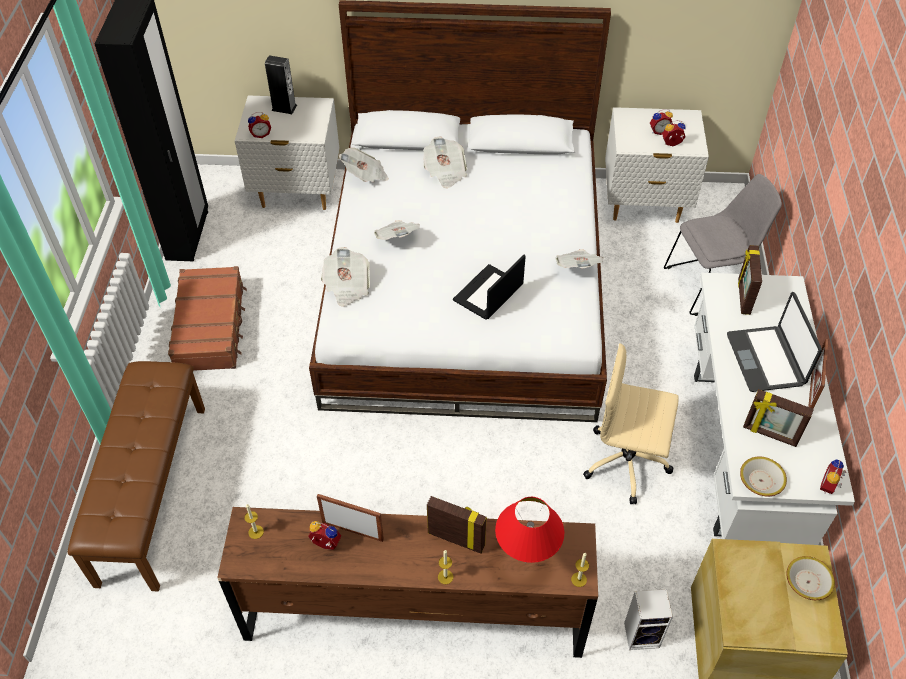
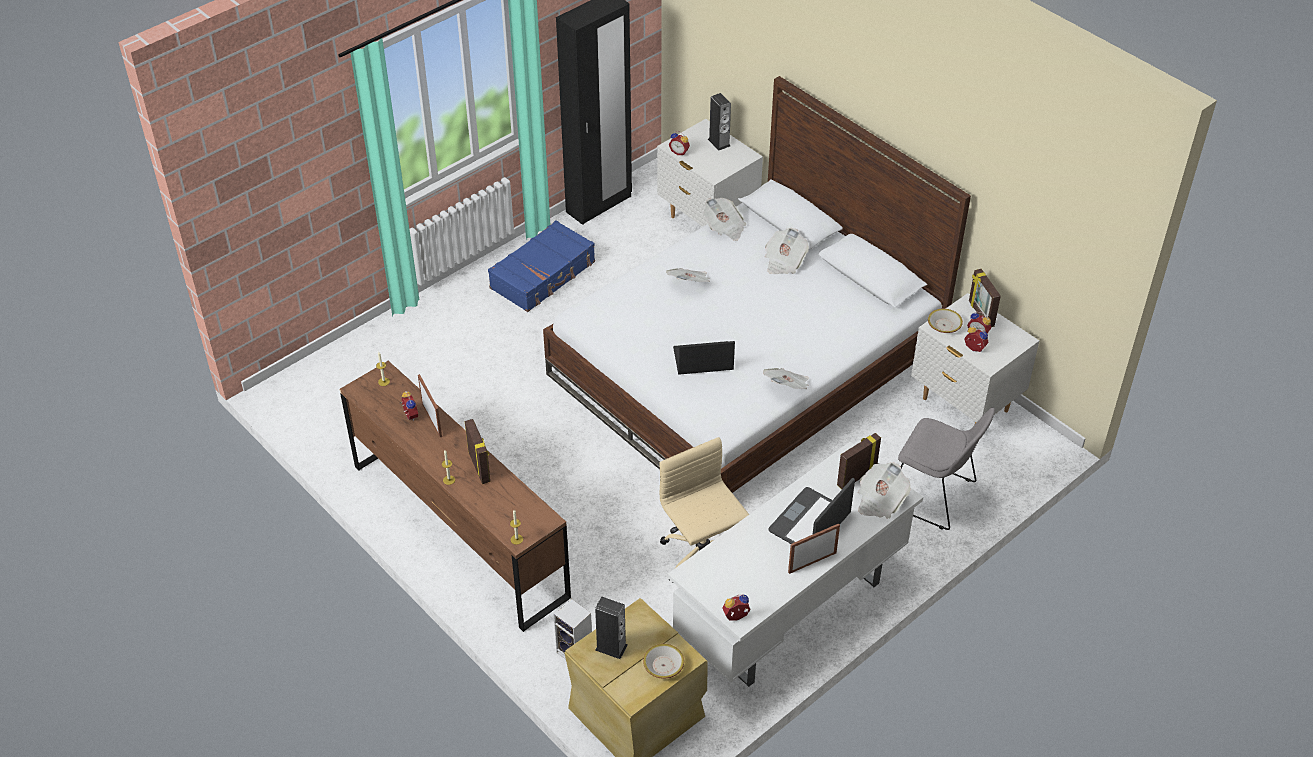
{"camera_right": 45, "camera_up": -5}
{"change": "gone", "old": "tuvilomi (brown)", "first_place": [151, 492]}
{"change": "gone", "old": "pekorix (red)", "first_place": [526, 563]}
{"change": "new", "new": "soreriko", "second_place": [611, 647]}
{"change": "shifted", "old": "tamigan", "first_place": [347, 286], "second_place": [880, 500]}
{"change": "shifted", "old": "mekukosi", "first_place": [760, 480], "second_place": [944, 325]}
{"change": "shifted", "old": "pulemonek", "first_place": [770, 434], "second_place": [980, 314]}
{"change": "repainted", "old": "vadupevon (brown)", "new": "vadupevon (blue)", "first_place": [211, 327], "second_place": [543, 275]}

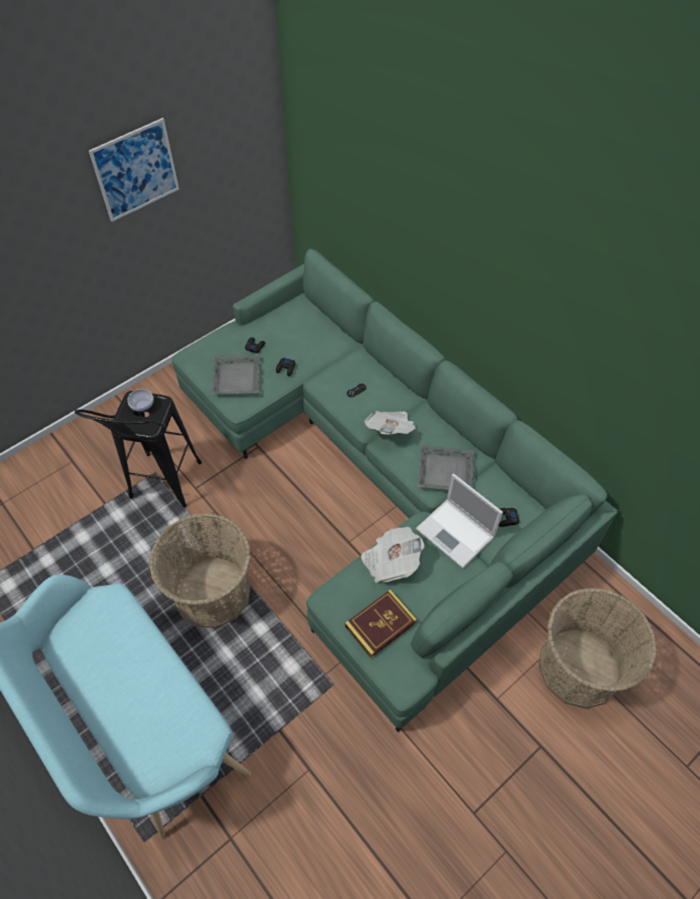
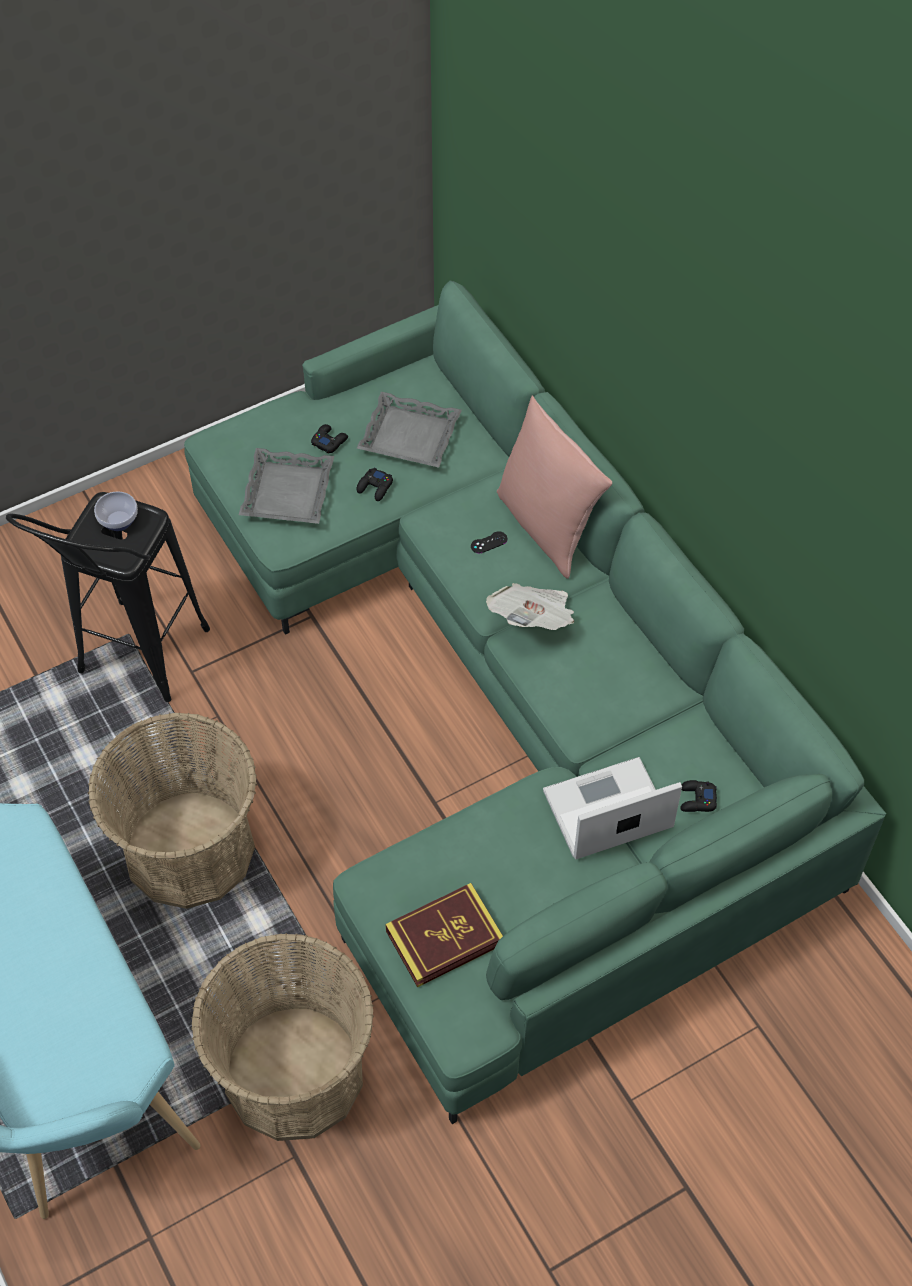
{"camera_right": 10, "camera_up": 0}
{"change": "gone", "old": "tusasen", "first_place": [136, 170]}
{"change": "gone", "old": "tamigan", "first_place": [390, 561]}
{"change": "new", "new": "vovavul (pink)", "second_place": [547, 527]}
{"change": "shifted", "old": "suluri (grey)", "first_place": [445, 472], "second_place": [409, 437]}
{"change": "shifted", "old": "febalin", "first_place": [579, 667], "second_place": [294, 1073]}
{"change": "rotated", "old": "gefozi", "first_place": [456, 533], "second_place": [605, 811], "degrees": 105}

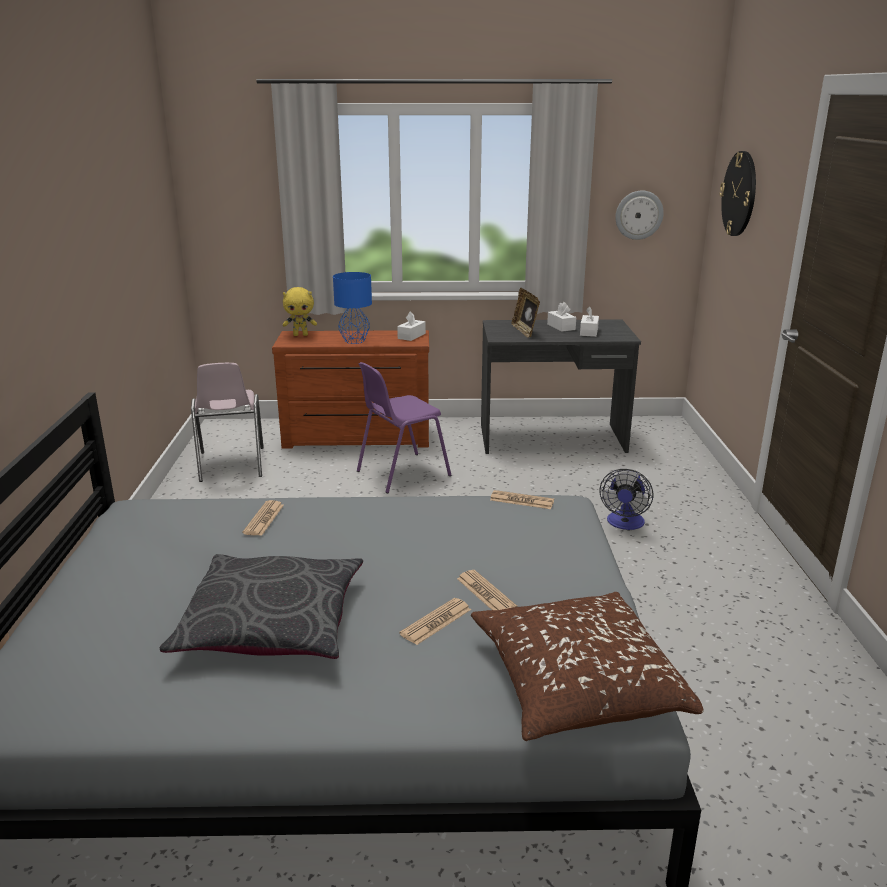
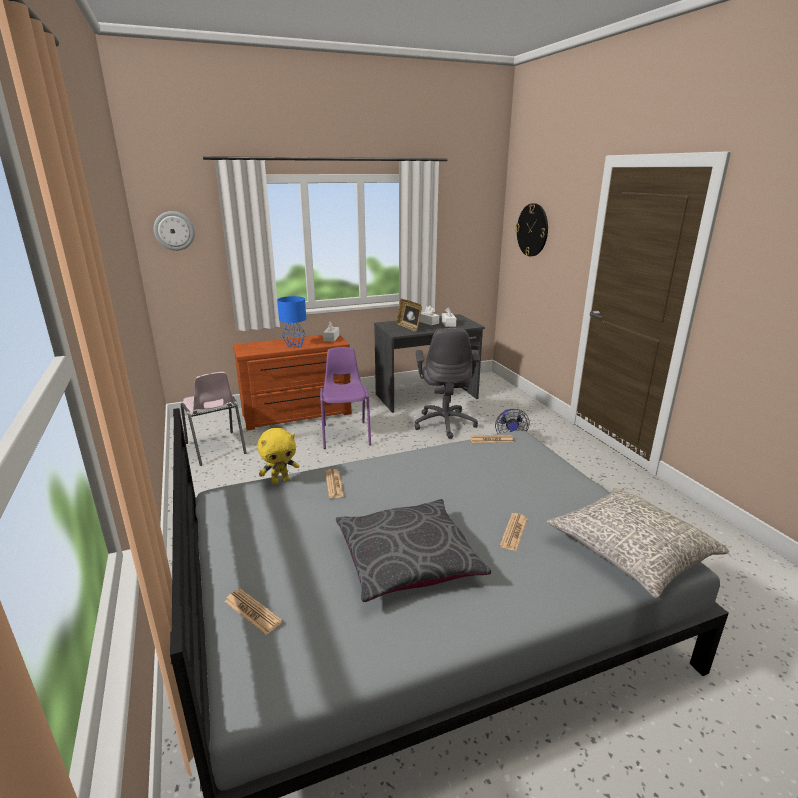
{"camera_right": -20, "camera_up": 0}
{"change": "new", "new": "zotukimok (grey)", "second_place": [445, 423]}
{"change": "shifted", "old": "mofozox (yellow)", "first_place": [301, 335], "second_place": [280, 481]}
{"change": "shifted", "old": "tamigan", "first_place": [486, 593], "second_place": [252, 612]}
{"change": "shifted", "old": "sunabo", "first_place": [639, 215], "second_place": [174, 231]}
{"change": "repainted", "old": "vovavul (brown)", "new": "vovavul (grey)", "first_place": [575, 683], "second_place": [629, 552]}
{"change": "rotated", "old": "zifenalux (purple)", "first_place": [401, 473], "second_place": [346, 434], "degrees": 135}

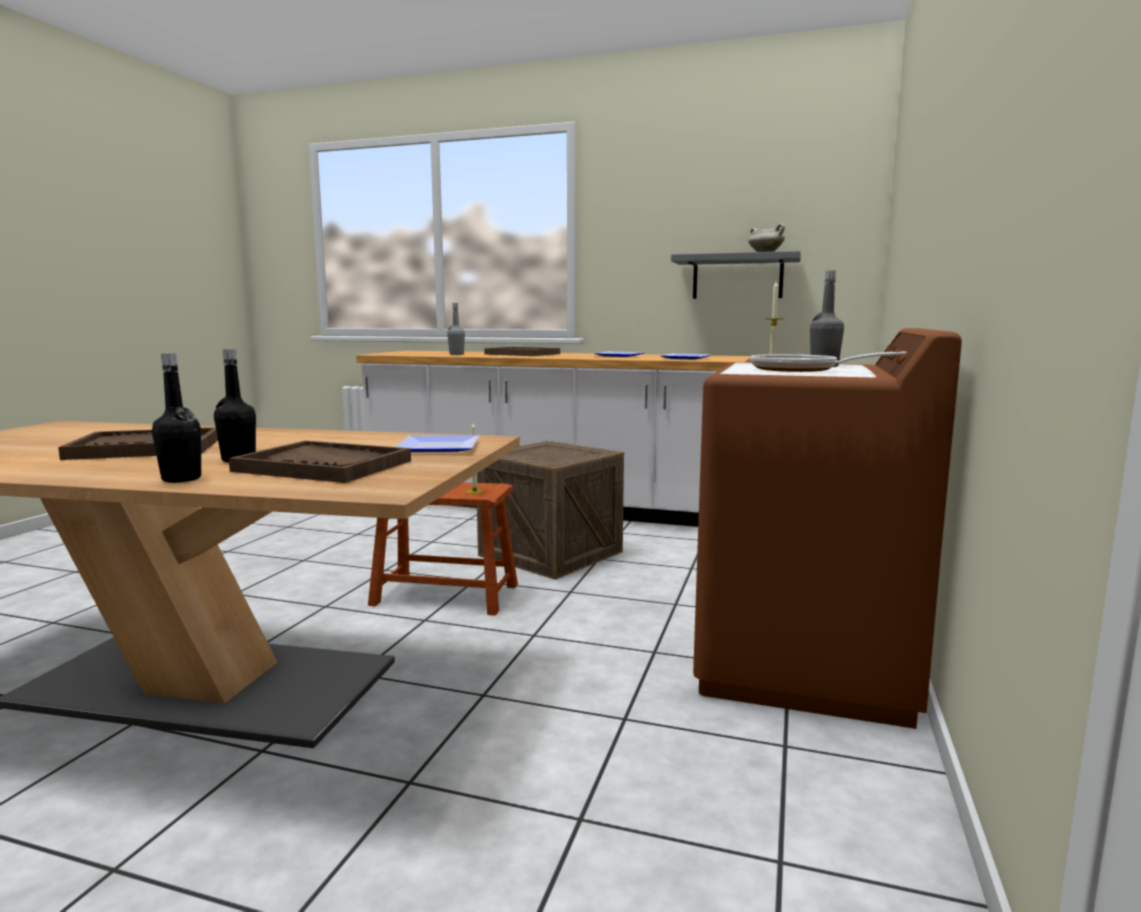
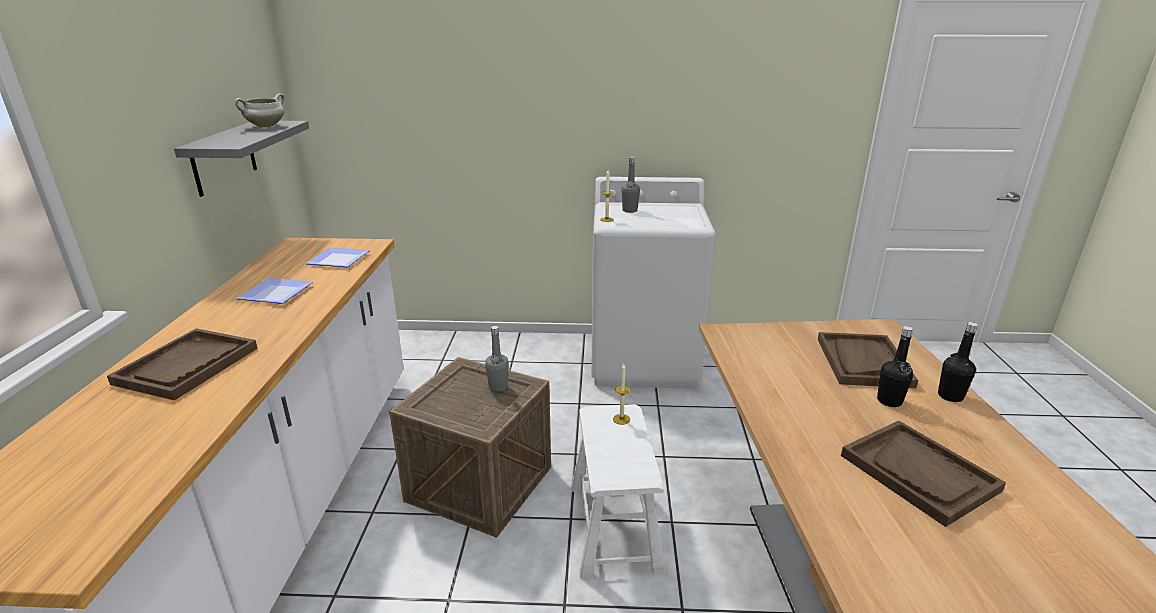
{"camera_right": -105, "camera_up": 15}
{"change": "gone", "old": "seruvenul", "first_place": [441, 448]}
{"change": "gone", "old": "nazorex", "first_place": [801, 370]}
{"change": "shifted", "old": "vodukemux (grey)", "first_place": [456, 354], "second_place": [498, 386]}
{"change": "repainted", "old": "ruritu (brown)", "new": "ruritu (white)", "first_place": [445, 594], "second_place": [614, 527]}
{"change": "repainted", "old": "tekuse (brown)", "new": "tekuse (white)", "first_place": [804, 665], "second_place": [644, 360]}

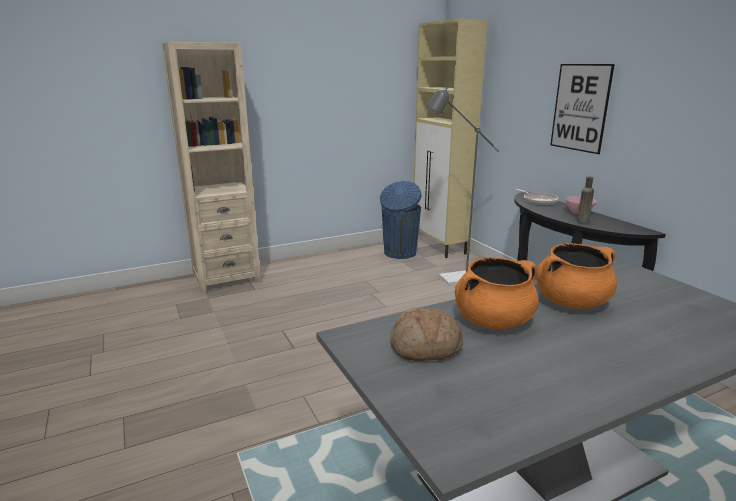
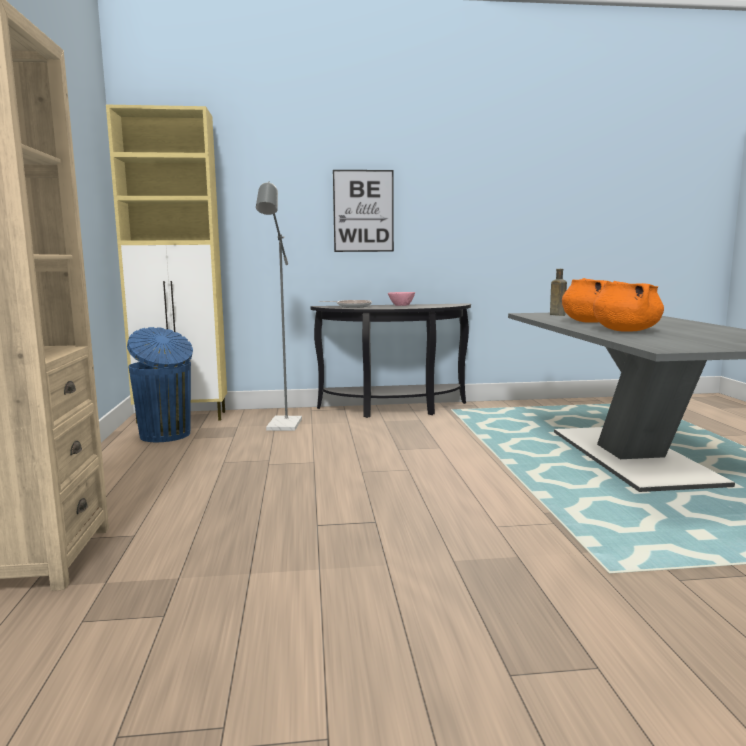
{"camera_right": -70, "camera_up": -10}
{"change": "gone", "old": "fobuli", "first_place": [425, 347]}
{"change": "shifted", "old": "vodukemux (brown)", "first_place": [583, 221], "second_place": [556, 314]}

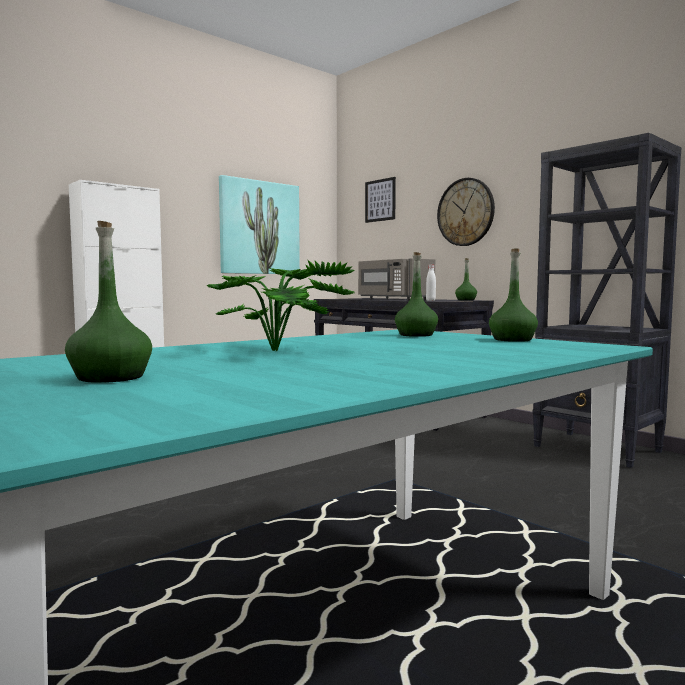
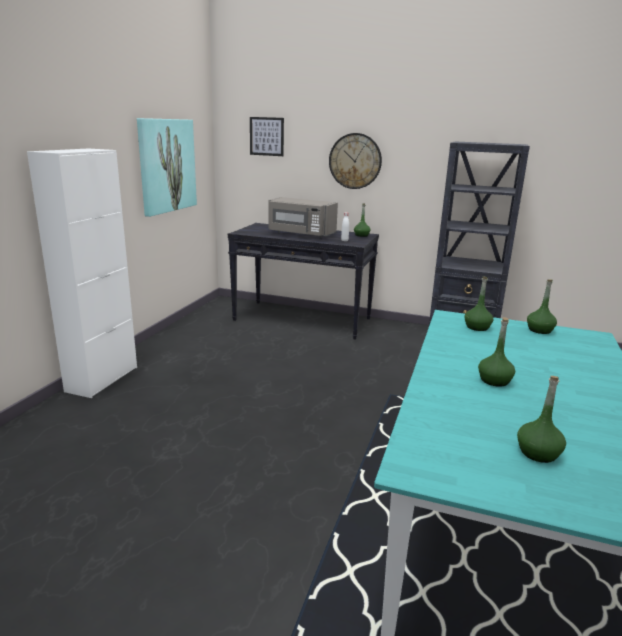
{"camera_right": -30, "camera_up": 15}
{"change": "swapped", "old": "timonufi", "new": "vodukemux (green)", "first_place": [284, 351], "second_place": [494, 380]}

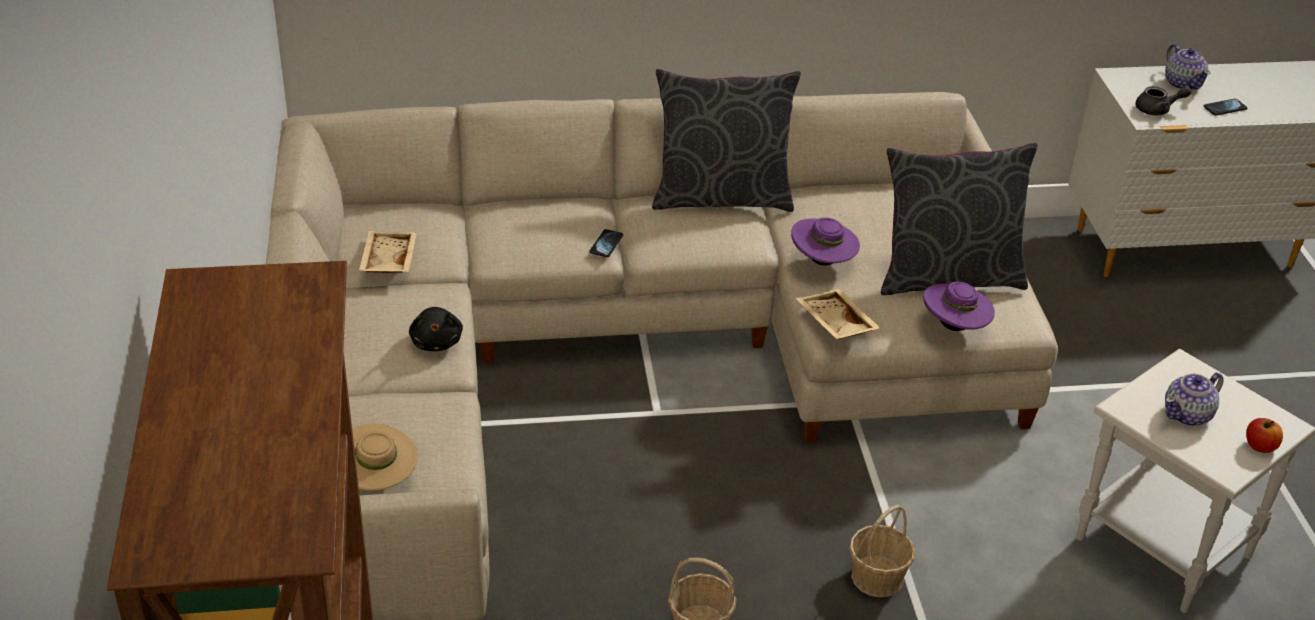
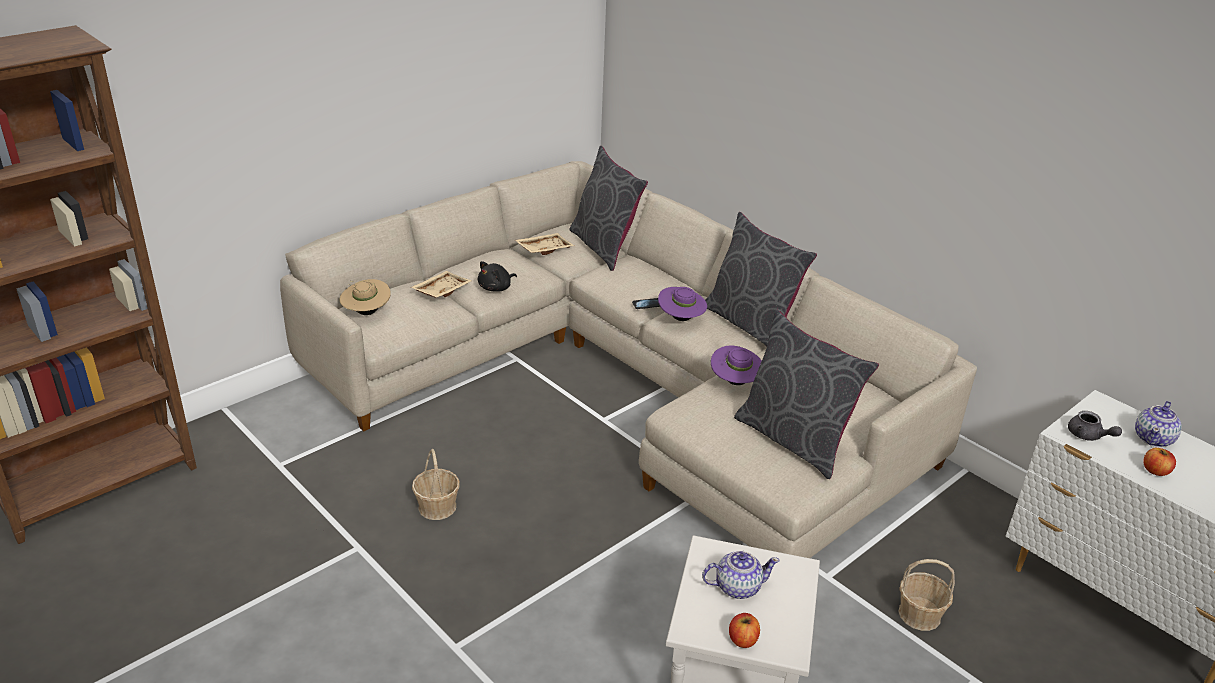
{"camera_right": 55, "camera_up": -5}
{"change": "new", "new": "vovavul (grey)", "second_place": [604, 247]}
{"change": "shifted", "old": "suluri (beige)", "first_place": [834, 324], "second_place": [441, 291]}
{"change": "shifted", "old": "febalin", "first_place": [878, 577], "second_place": [920, 615]}
{"change": "shifted", "old": "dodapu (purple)", "first_place": [954, 327], "second_place": [681, 319]}
{"change": "swapped", "old": "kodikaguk", "new": "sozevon", "first_place": [1225, 108], "second_place": [1155, 471]}
{"change": "rotated", "old": "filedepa", "first_place": [1188, 415], "second_place": [737, 587], "degrees": 150}

